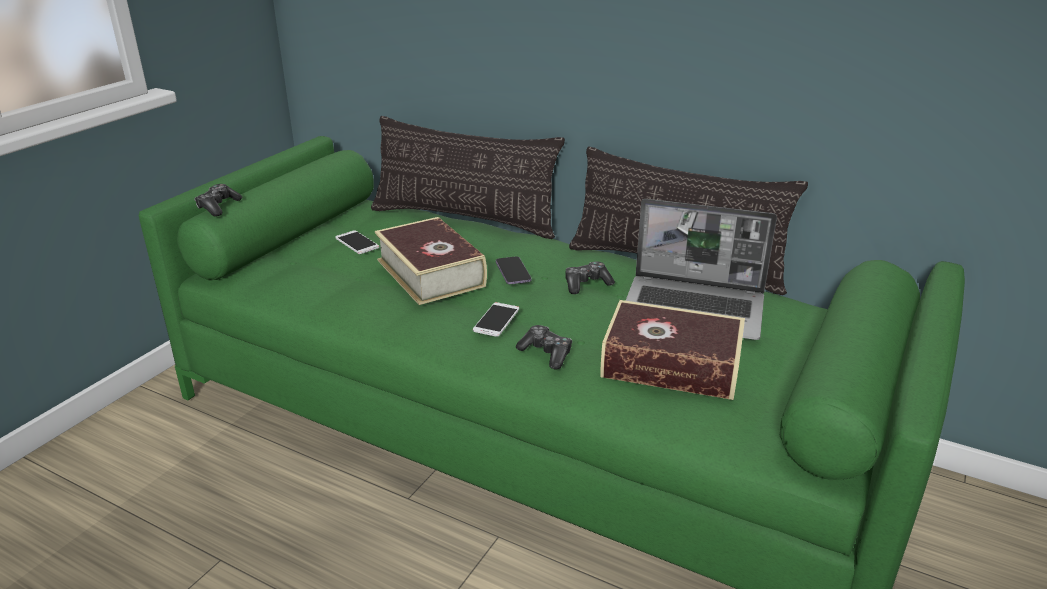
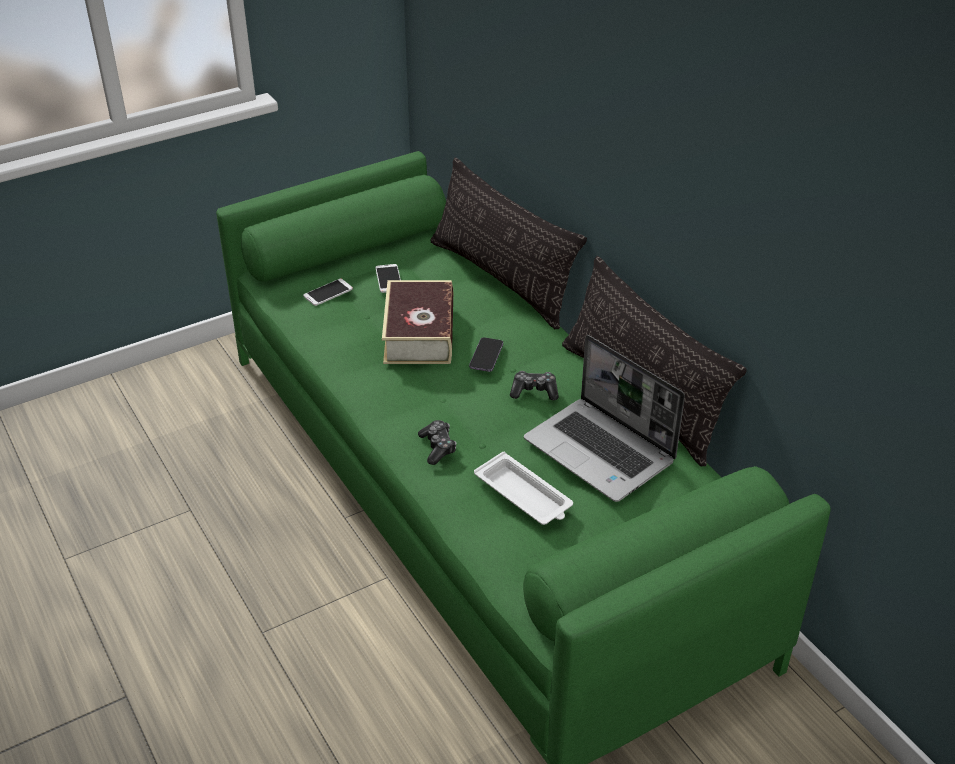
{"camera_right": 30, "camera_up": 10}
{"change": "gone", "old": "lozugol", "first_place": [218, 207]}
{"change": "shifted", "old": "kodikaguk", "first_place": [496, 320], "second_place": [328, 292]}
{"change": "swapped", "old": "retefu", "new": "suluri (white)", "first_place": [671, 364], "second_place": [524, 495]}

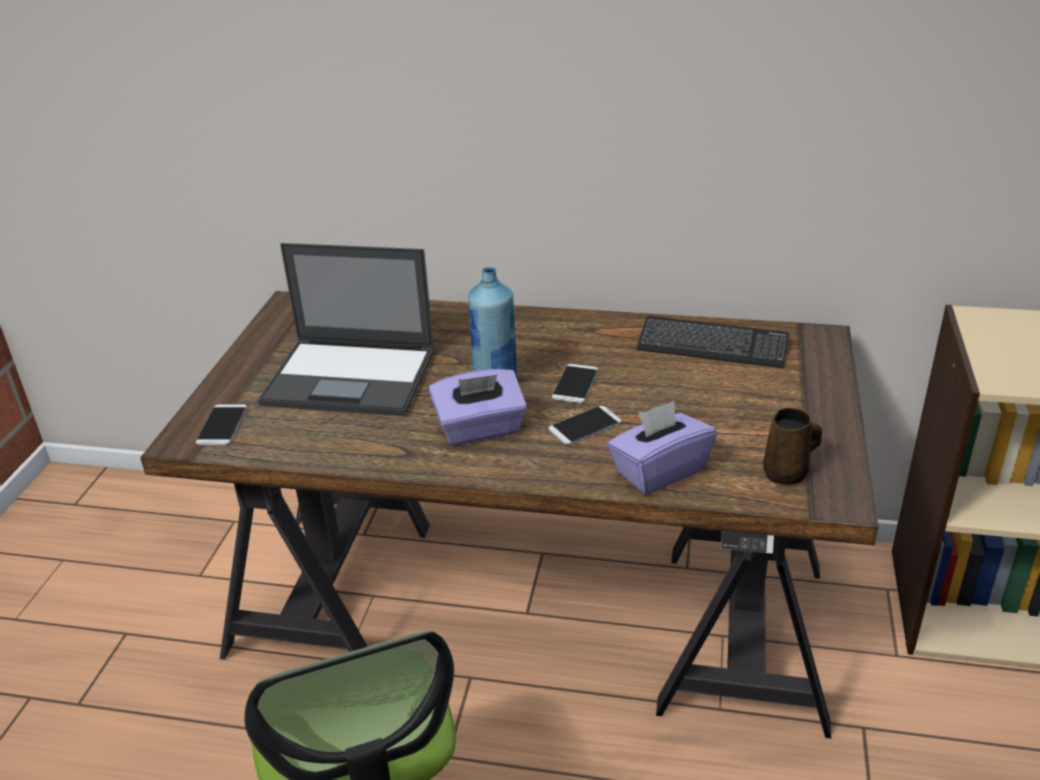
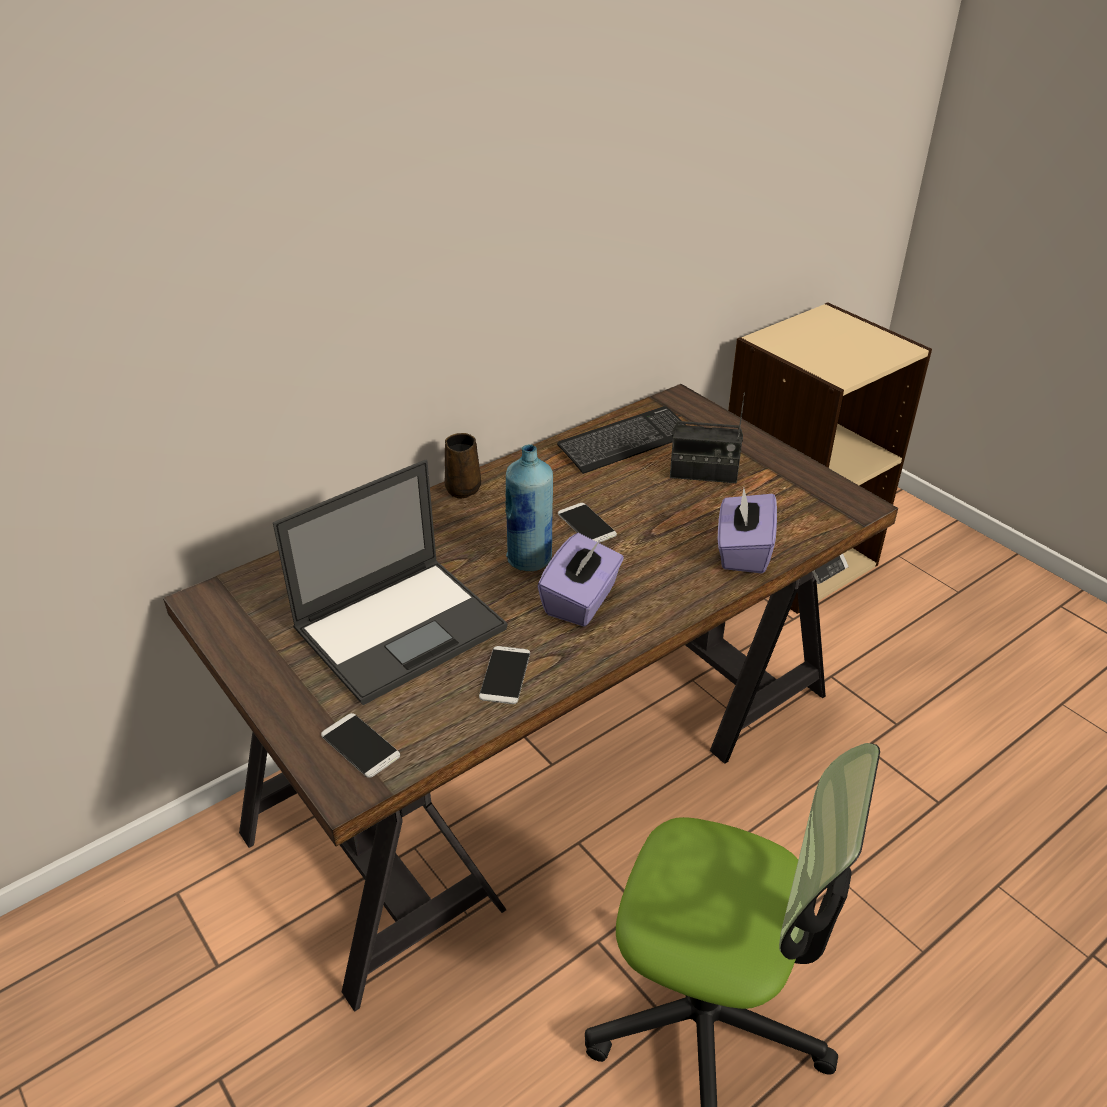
{"camera_right": -50, "camera_up": 5}
{"change": "new", "new": "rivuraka", "second_place": [703, 474]}
{"change": "shifted", "old": "kodikaguk", "first_place": [585, 426], "second_place": [505, 675]}
{"change": "shifted", "old": "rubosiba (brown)", "first_place": [787, 473], "second_place": [464, 488]}

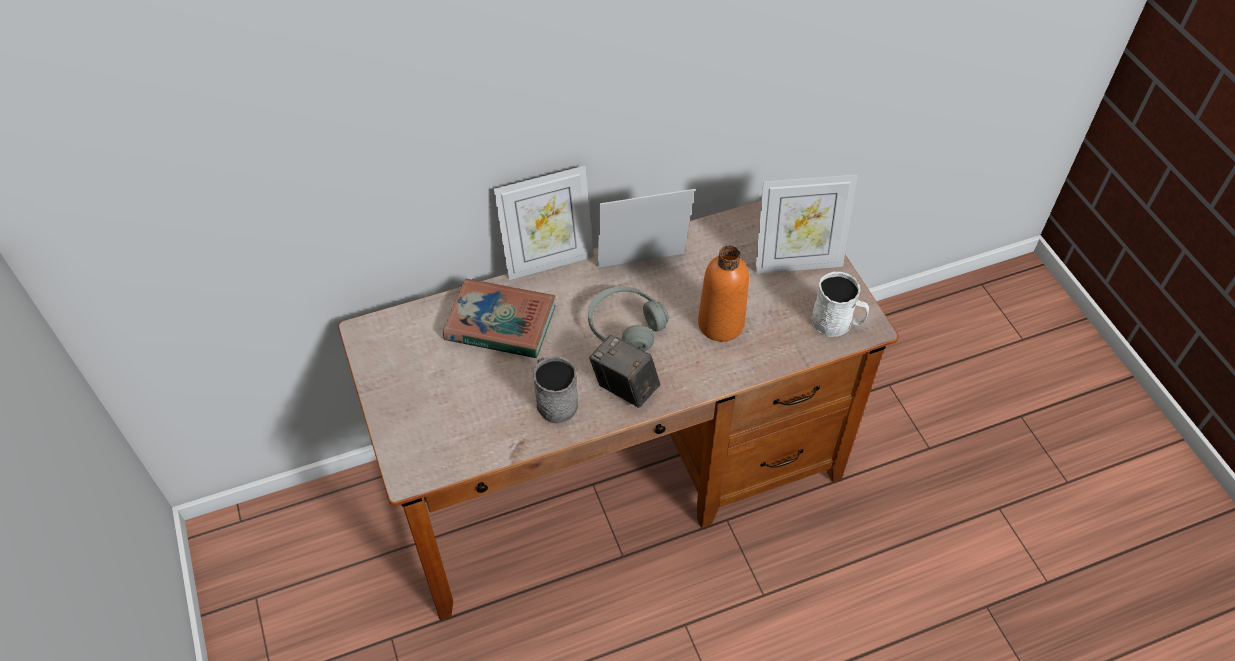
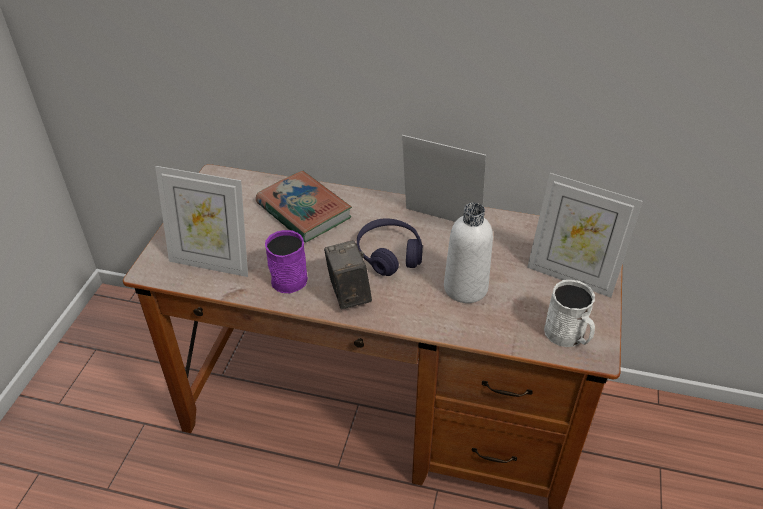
{"camera_right": 35, "camera_up": -10}
{"change": "shifted", "old": "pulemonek", "first_place": [548, 261], "second_place": [211, 263]}
{"change": "repainted", "old": "rubosiba (grey)", "new": "rubosiba (purple)", "first_place": [554, 401], "second_place": [290, 275]}
{"change": "repainted", "old": "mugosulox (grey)", "new": "mugosulox (purple)", "first_place": [626, 326], "second_place": [389, 254]}
{"change": "repainted", "old": "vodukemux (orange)", "new": "vodukemux (white)", "first_place": [721, 324], "second_place": [465, 288]}

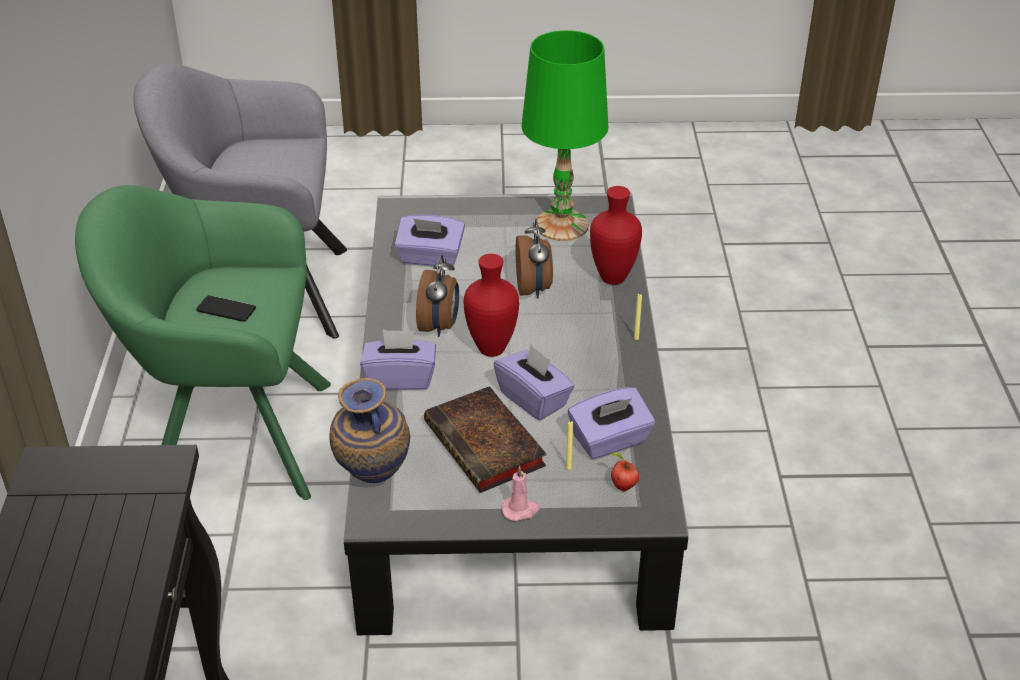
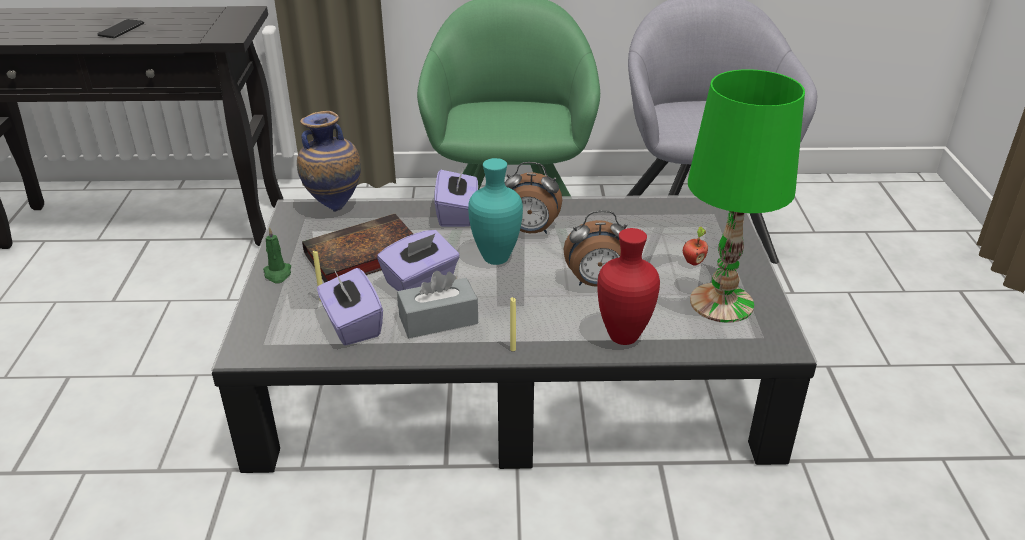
{"camera_right": 90, "camera_up": -5}
{"change": "gone", "old": "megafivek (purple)", "first_place": [430, 258]}
{"change": "new", "new": "megafivek (grey)", "second_place": [438, 320]}
{"change": "shifted", "old": "kodikaguk", "first_place": [226, 309], "second_place": [121, 29]}
{"change": "shifted", "old": "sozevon", "first_place": [622, 486], "second_place": [693, 262]}
{"change": "repainted", "old": "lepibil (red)", "new": "lepibil (turquoise)", "first_place": [490, 348], "second_place": [497, 258]}
{"change": "repainted", "old": "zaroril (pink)", "new": "zaroril (green)", "first_place": [520, 510], "second_place": [278, 274]}

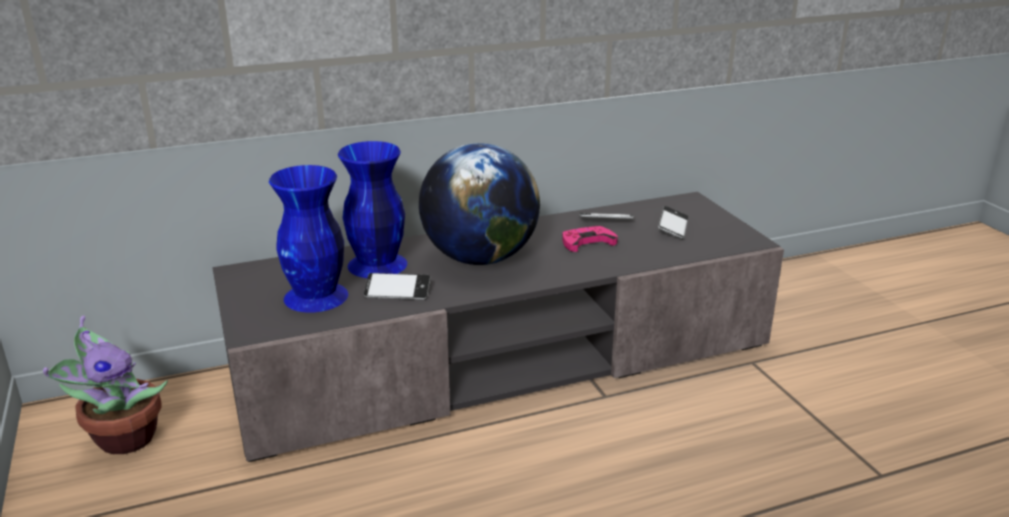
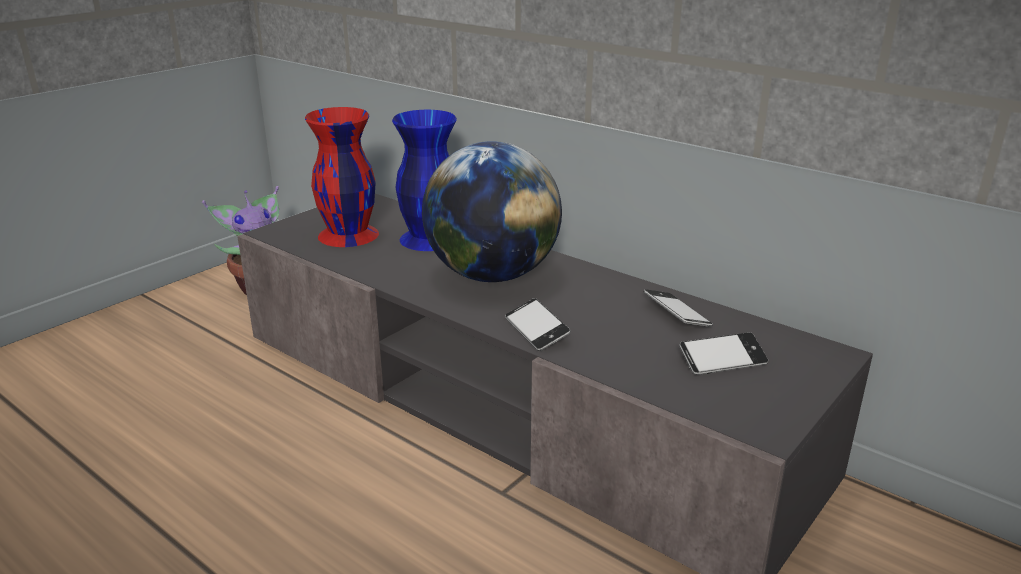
{"camera_right": 60, "camera_up": 0}
{"change": "gone", "old": "lozugol (pink)", "first_place": [587, 242]}
{"change": "shifted", "old": "kodikaguk", "first_place": [397, 292], "second_place": [536, 330]}
{"change": "repainted", "old": "lepibil (blue)", "new": "lepibil (red)", "first_place": [315, 297], "second_place": [347, 235]}

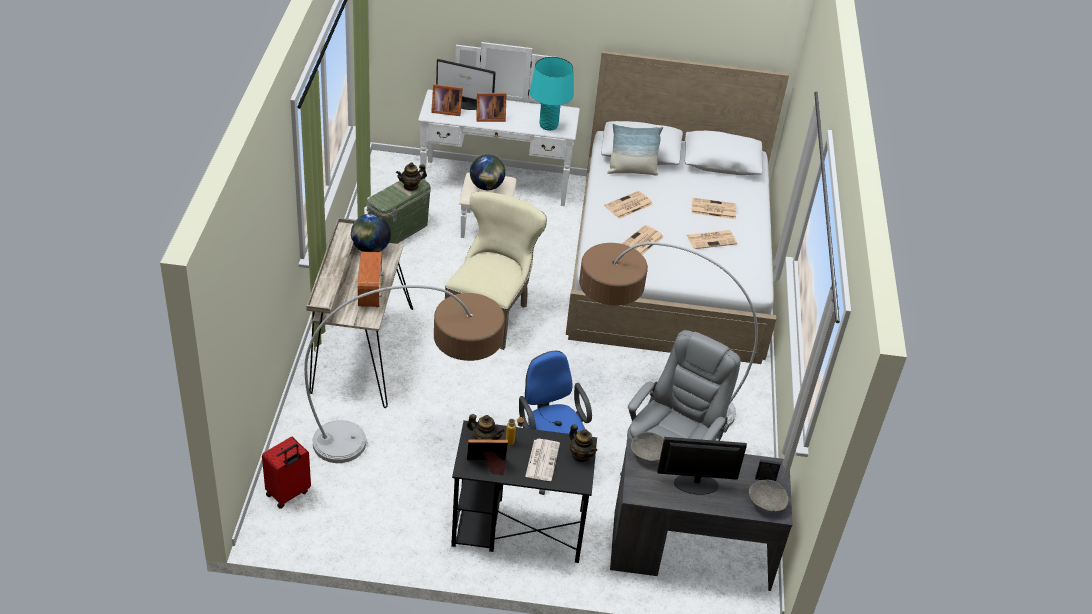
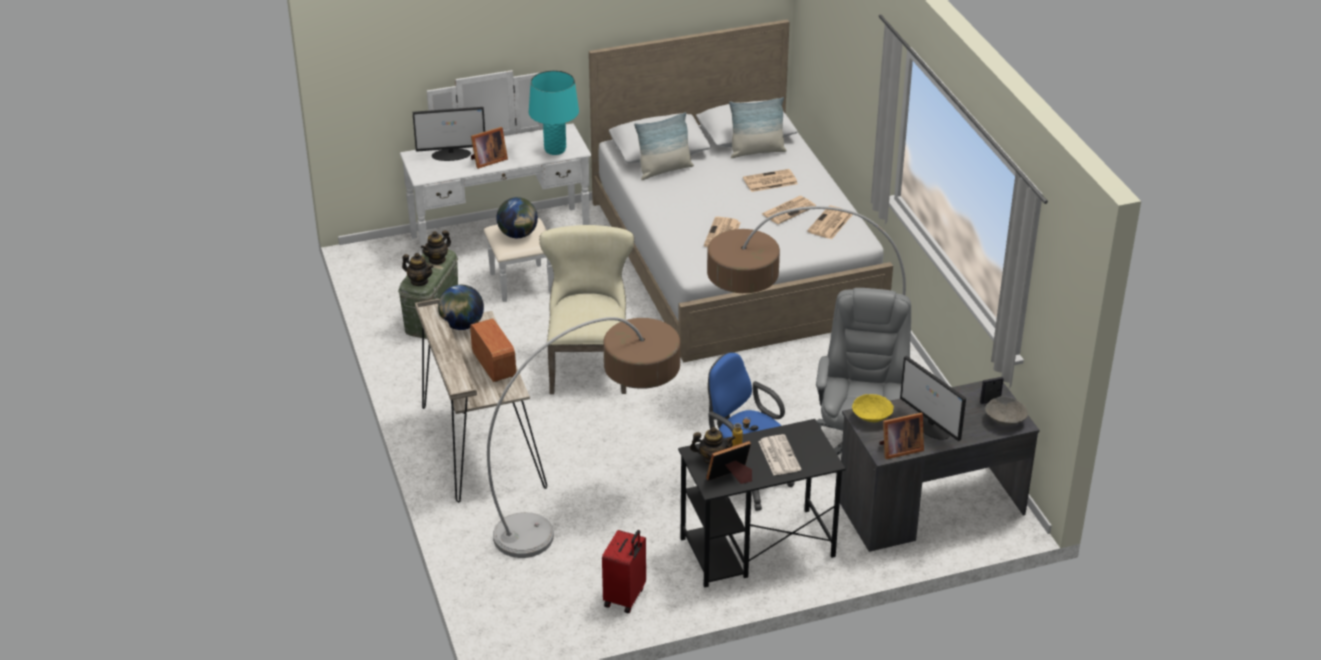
{"camera_right": -20, "camera_up": -5}
{"change": "new", "new": "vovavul", "second_place": [757, 151]}
{"change": "shifted", "old": "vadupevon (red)", "first_place": [288, 494], "second_place": [625, 597]}
{"change": "shifted", "old": "pulemonek", "first_place": [445, 110], "second_place": [899, 449]}
{"change": "shifted", "old": "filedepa", "first_place": [581, 455], "second_place": [419, 281]}
{"change": "shifted", "old": "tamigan", "first_place": [628, 205], "second_place": [830, 223]}
{"change": "repainted", "old": "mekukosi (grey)", "new": "mekukosi (yellow)", "first_place": [649, 455], "second_place": [872, 417]}
{"change": "rotated", "old": "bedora", "first_place": [695, 484], "second_place": [931, 426], "degrees": -105}

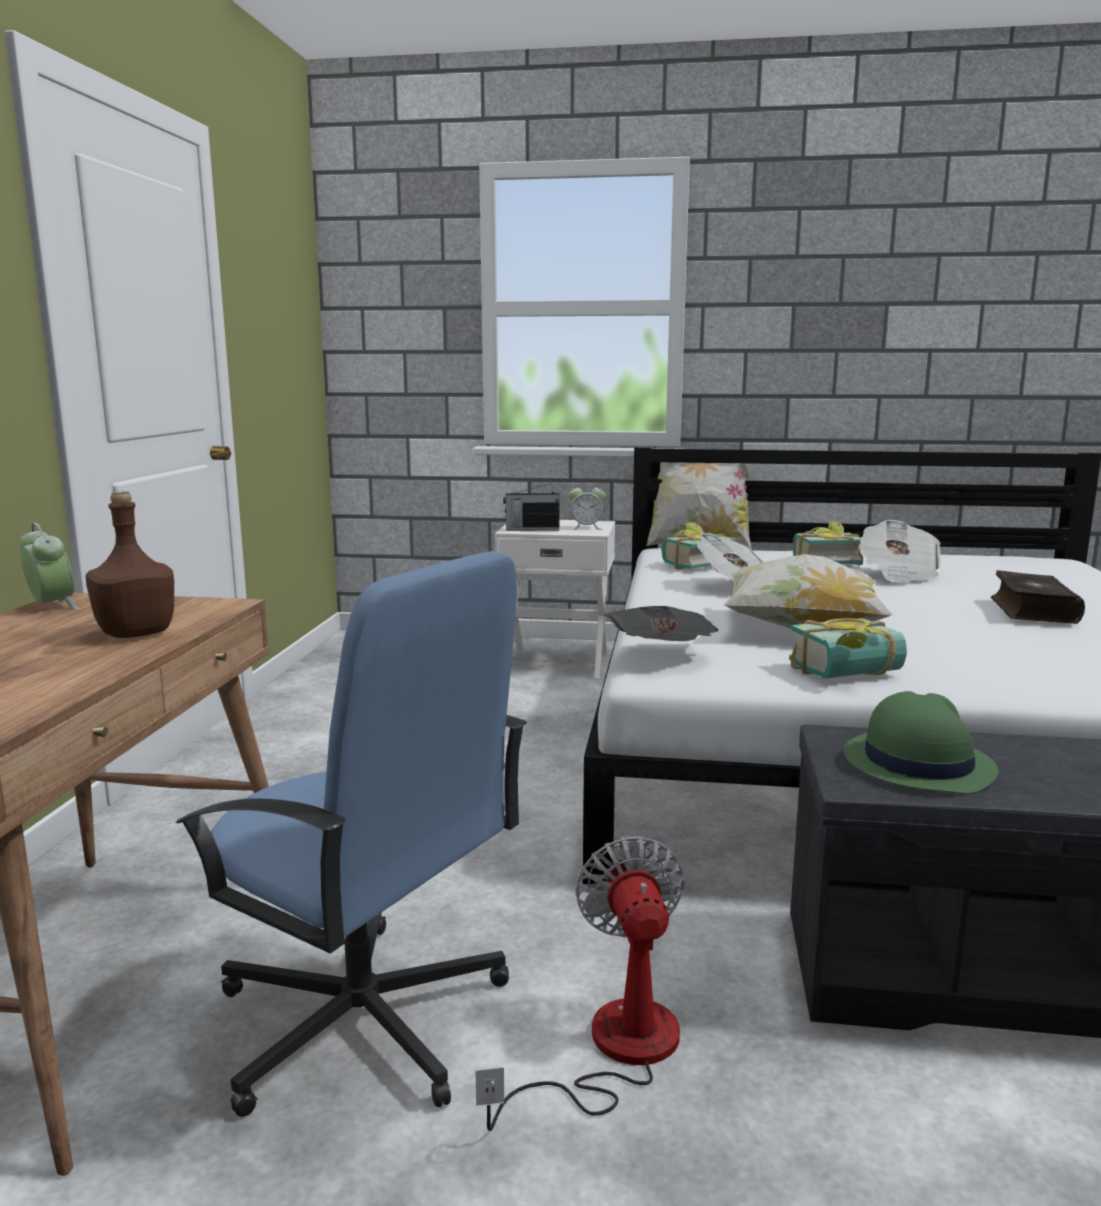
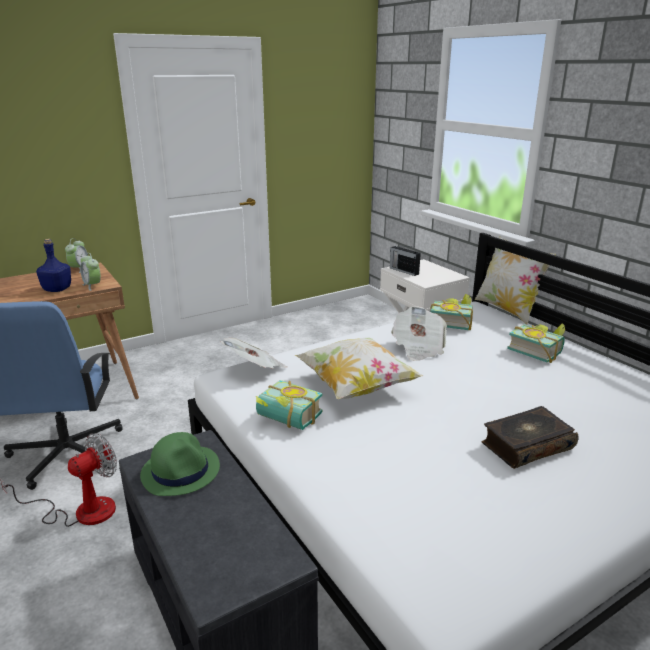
{"camera_right": 50, "camera_up": 10}
{"change": "gone", "old": "tamigan", "first_place": [897, 574]}
{"change": "shifted", "old": "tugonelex", "first_place": [586, 528], "second_place": [92, 286]}
{"change": "repainted", "old": "vodukemux (brown)", "new": "vodukemux (blue)", "first_place": [137, 633], "second_place": [58, 289]}

